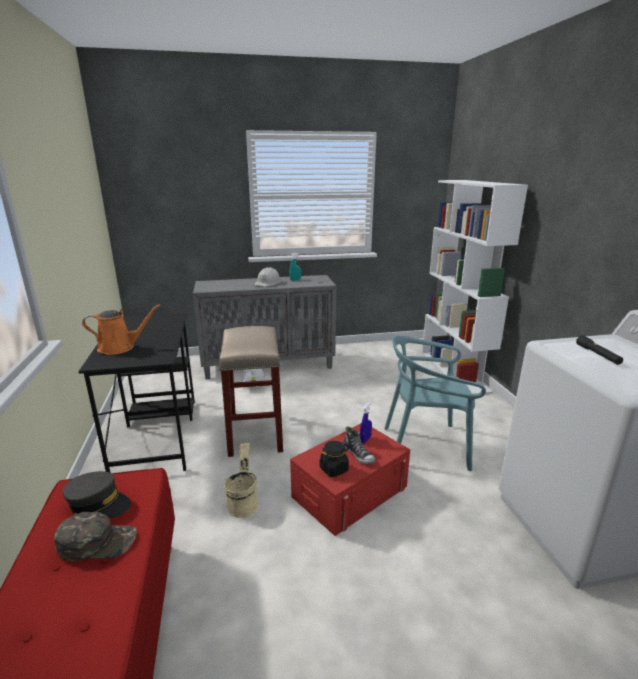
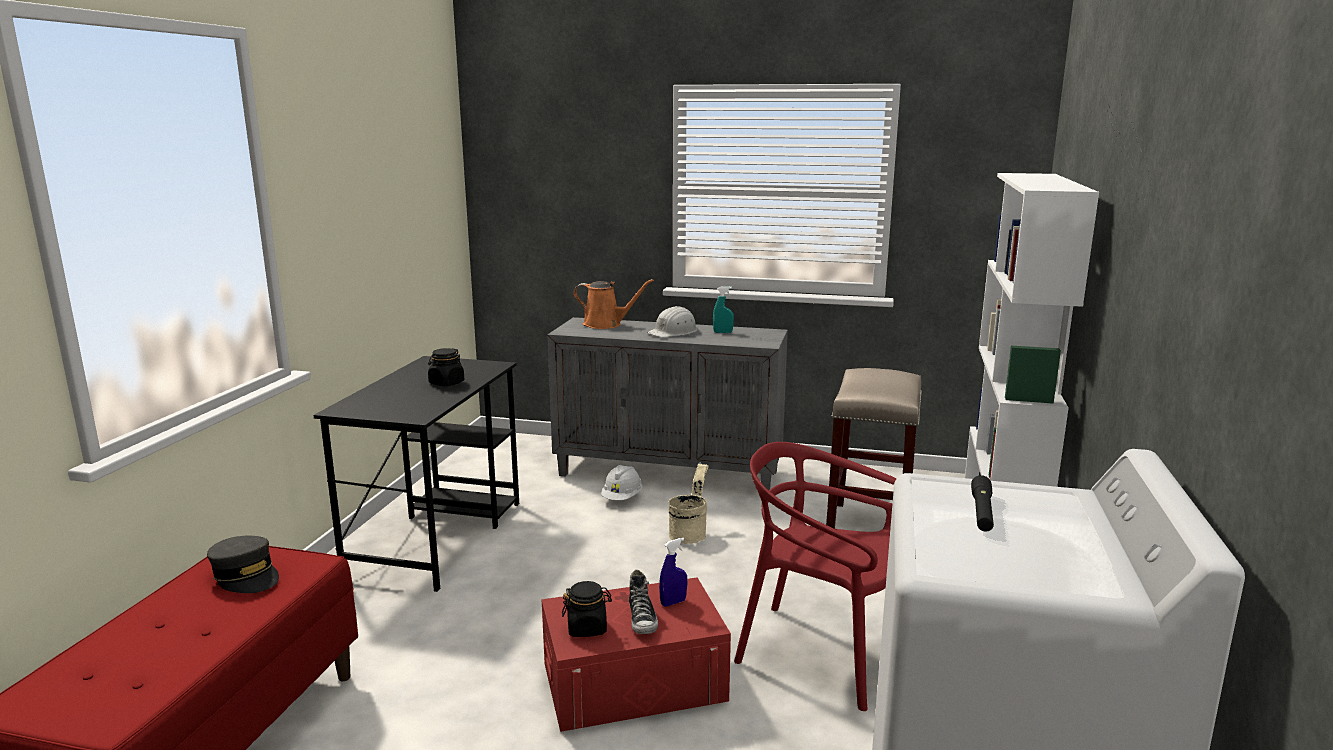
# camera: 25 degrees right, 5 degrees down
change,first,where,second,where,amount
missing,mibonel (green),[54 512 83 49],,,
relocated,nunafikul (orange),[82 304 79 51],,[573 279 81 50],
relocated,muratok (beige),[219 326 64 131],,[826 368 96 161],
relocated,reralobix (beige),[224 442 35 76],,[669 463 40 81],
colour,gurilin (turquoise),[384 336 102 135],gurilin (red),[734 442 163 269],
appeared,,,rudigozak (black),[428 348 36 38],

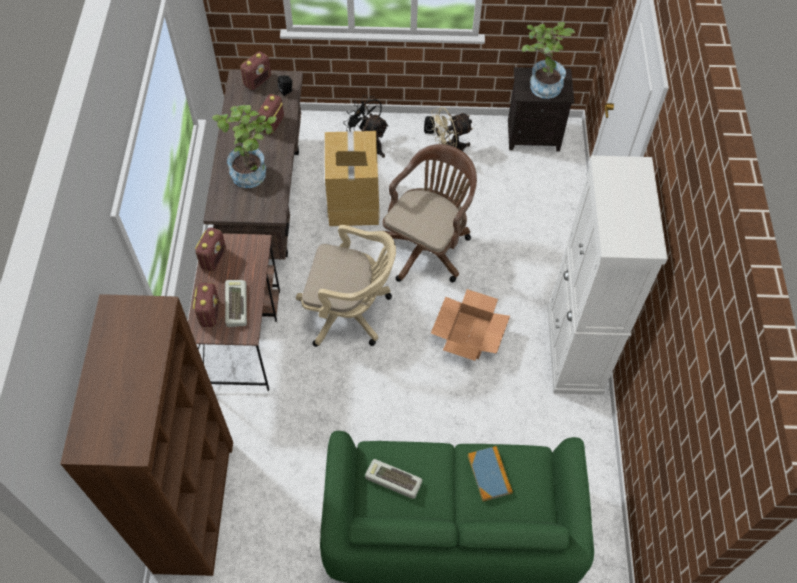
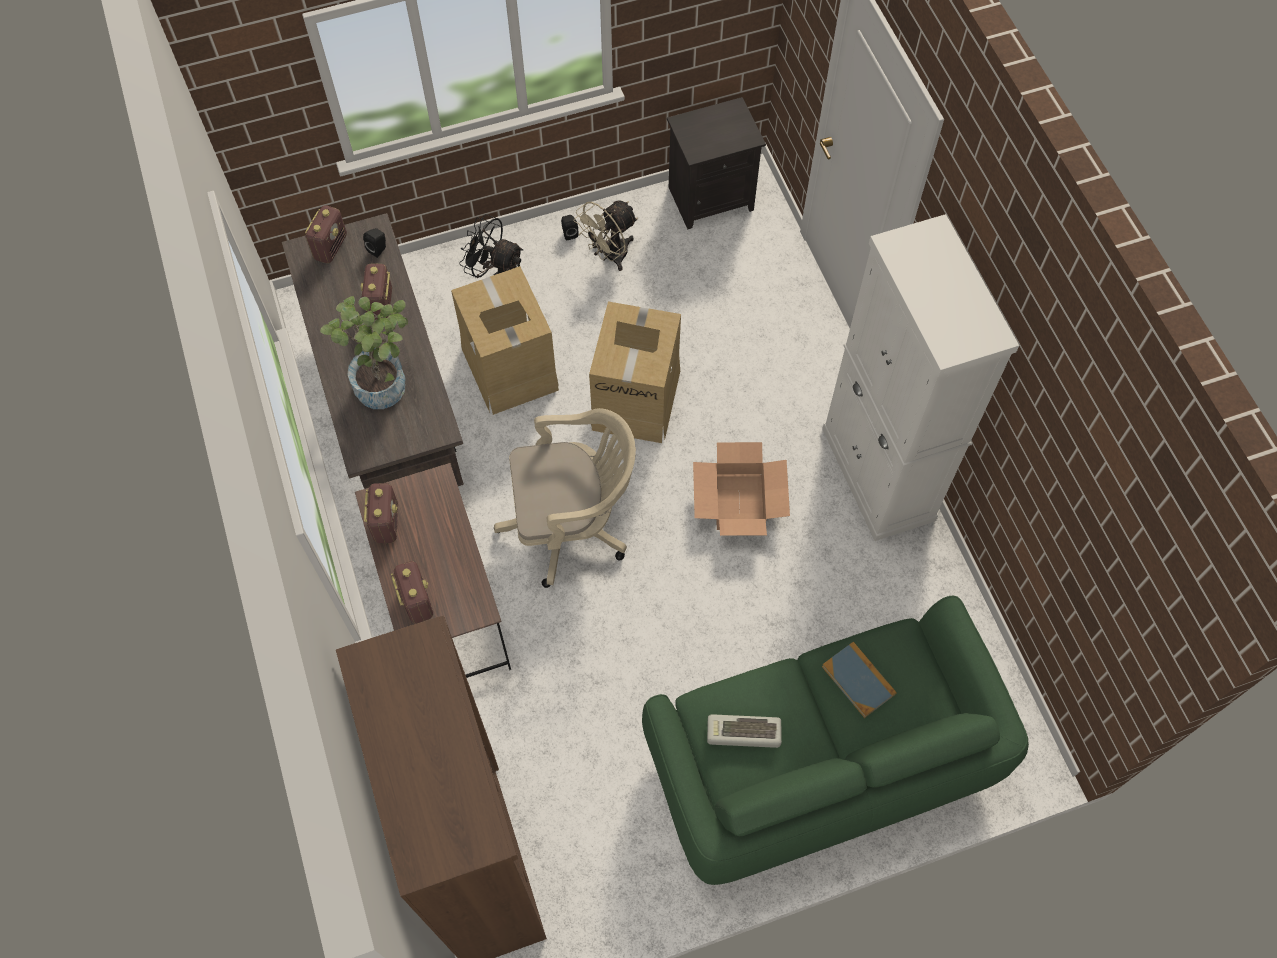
# camera: 20 degrees left, 5 degrees up
change,first,where,second,where,amount
missing,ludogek,[225 280 22 47],,,
exchanged,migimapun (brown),[382 144 95 139],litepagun,[589 301 92 142],
missing,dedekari,[522 22 53 77],,,

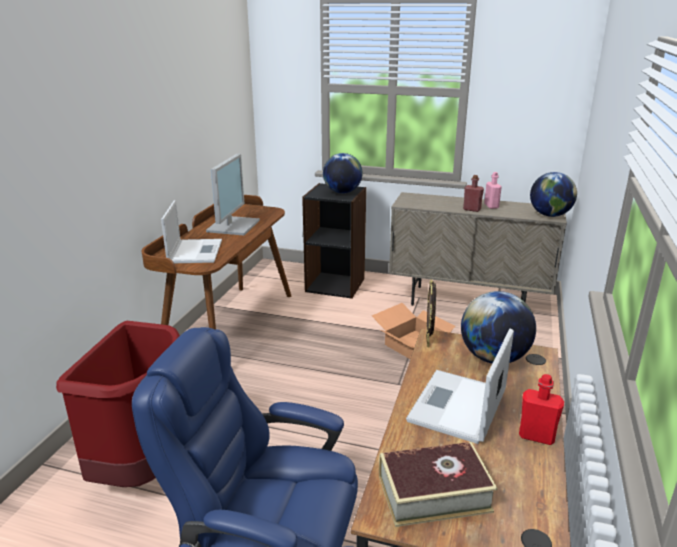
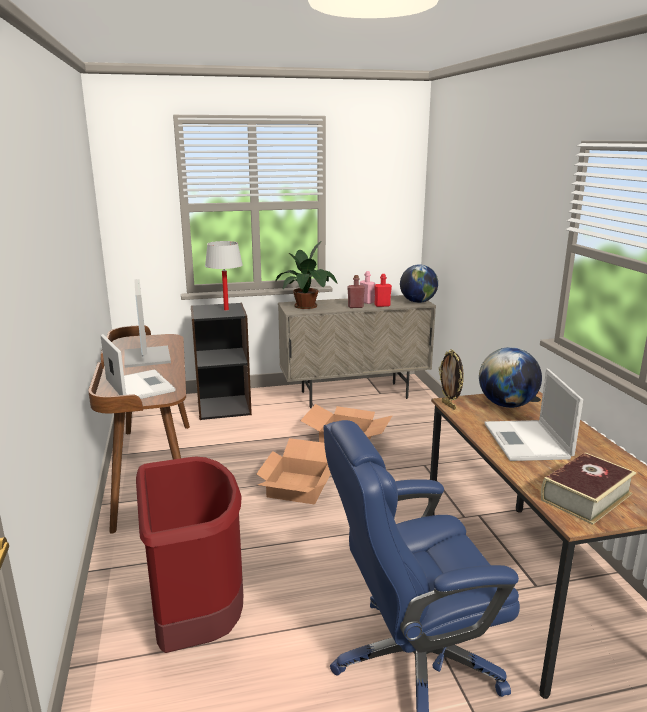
# camera: 30 degrees left, 5 degrees down
change,first,where,second,where,amount
exchanged,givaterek,[323 153 40 40],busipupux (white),[205 241 38 70],
relocated,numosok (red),[519 374 45 71],,[374 274 18 33],
appeared,,,litepagun,[257 438 74 67],
appeared,,,dedekari,[275 241 63 68],

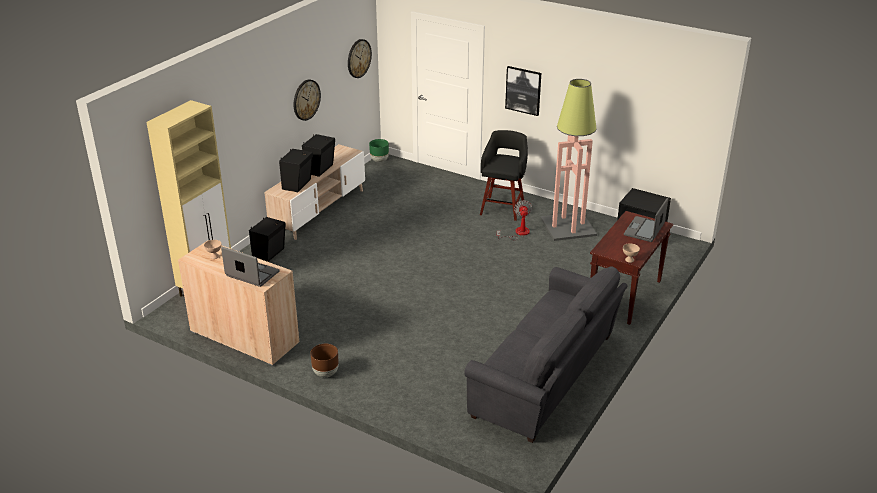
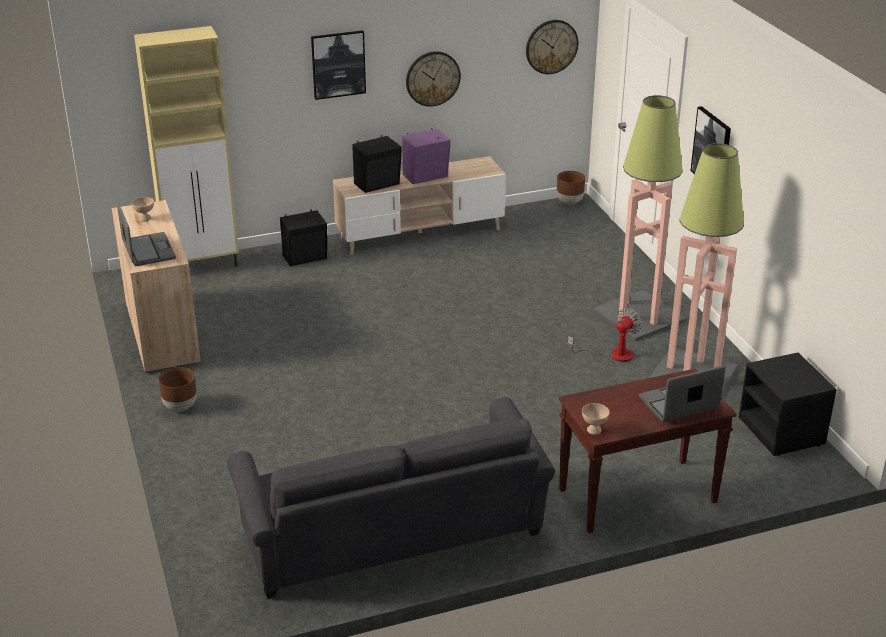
# camera: 40 degrees right, 0 degrees up
change,first,where,second,where,amount
colour,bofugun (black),[302 134 33 43],bofugun (purple),[402 128 49 56],
colour,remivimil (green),[369 139 20 23],remivimil (brown),[557 171 28 33],
exchanged,muratok (black),[480 130 48 91],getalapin,[592 95 94 246],
appeared,,,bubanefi,[311 30 55 70],

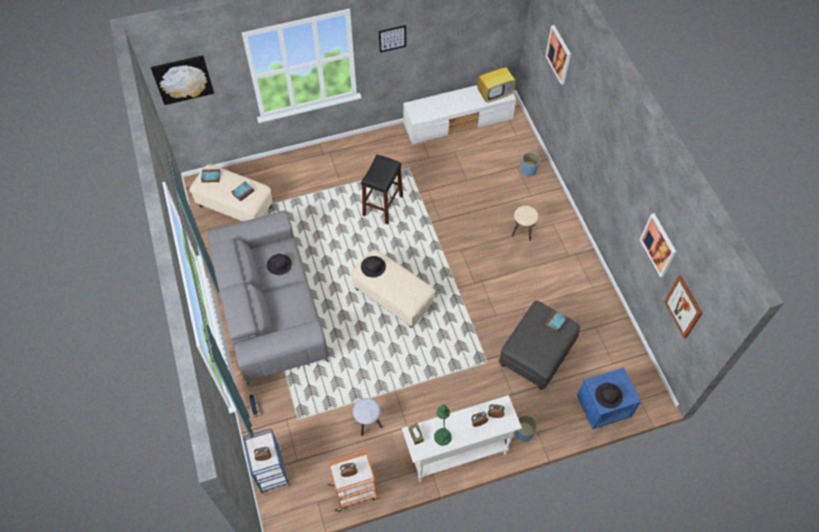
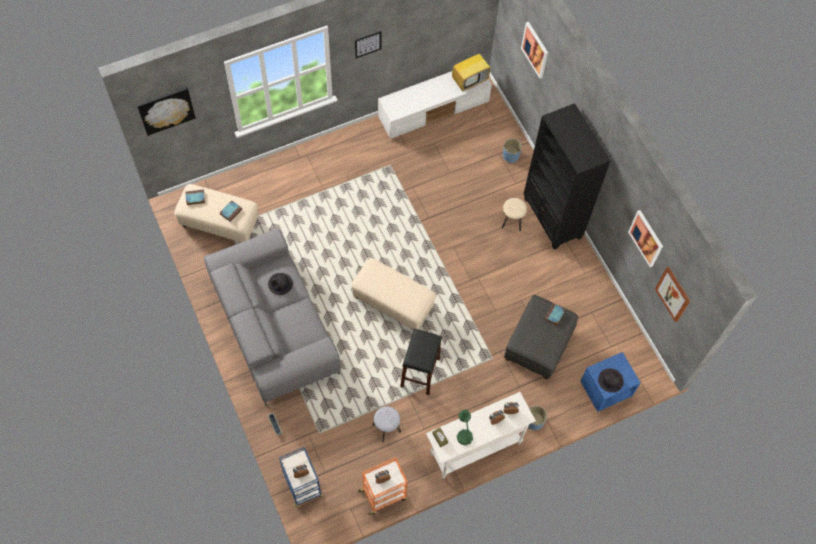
# camera: 10 degrees left, 5 degrees up
change,first,where,second,where,amount
relocated,muratok (black),[361 155 42 69],,[400 329 42 66],
missing,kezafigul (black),[361 256 25 22],,,
appeared,,,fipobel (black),[524 103 87 146],

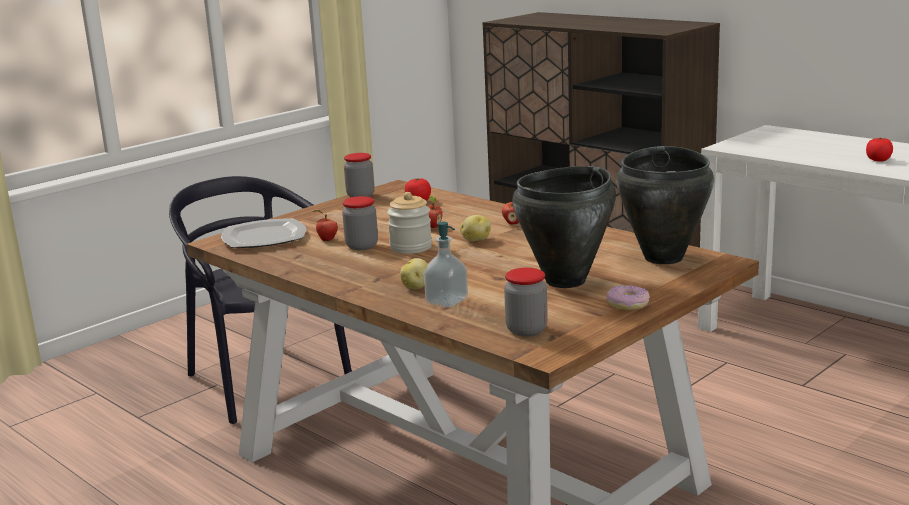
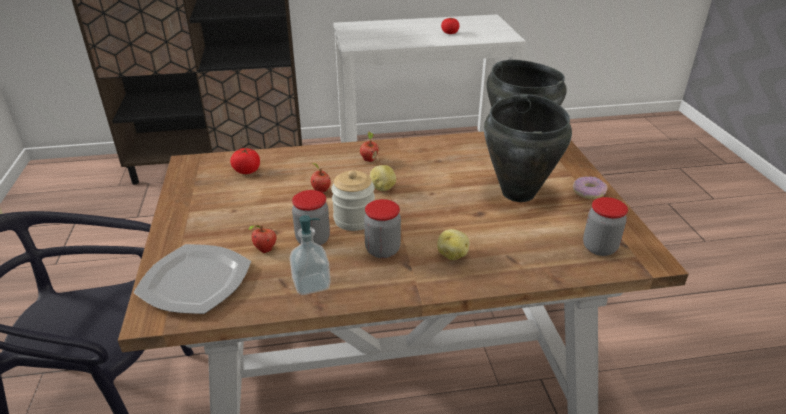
# camera: 55 degrees left, 15 degrees up
change,first,where,second,where,amount
relocated,rudigozak,[344 153 30 44],,[364 199 37 59],
relocated,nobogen,[424 222 44 85],,[290 215 41 80],

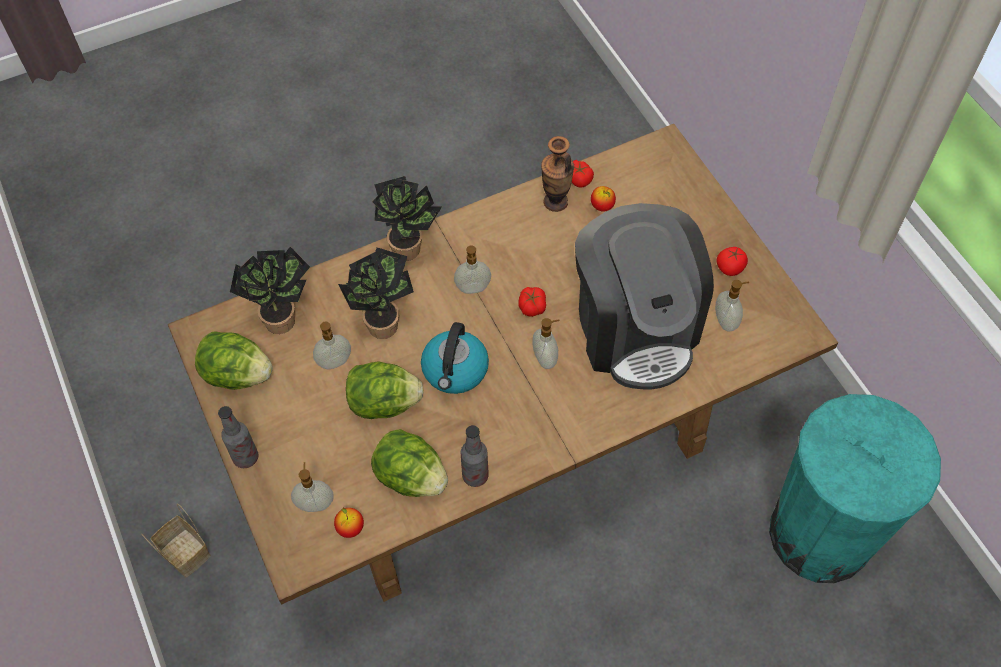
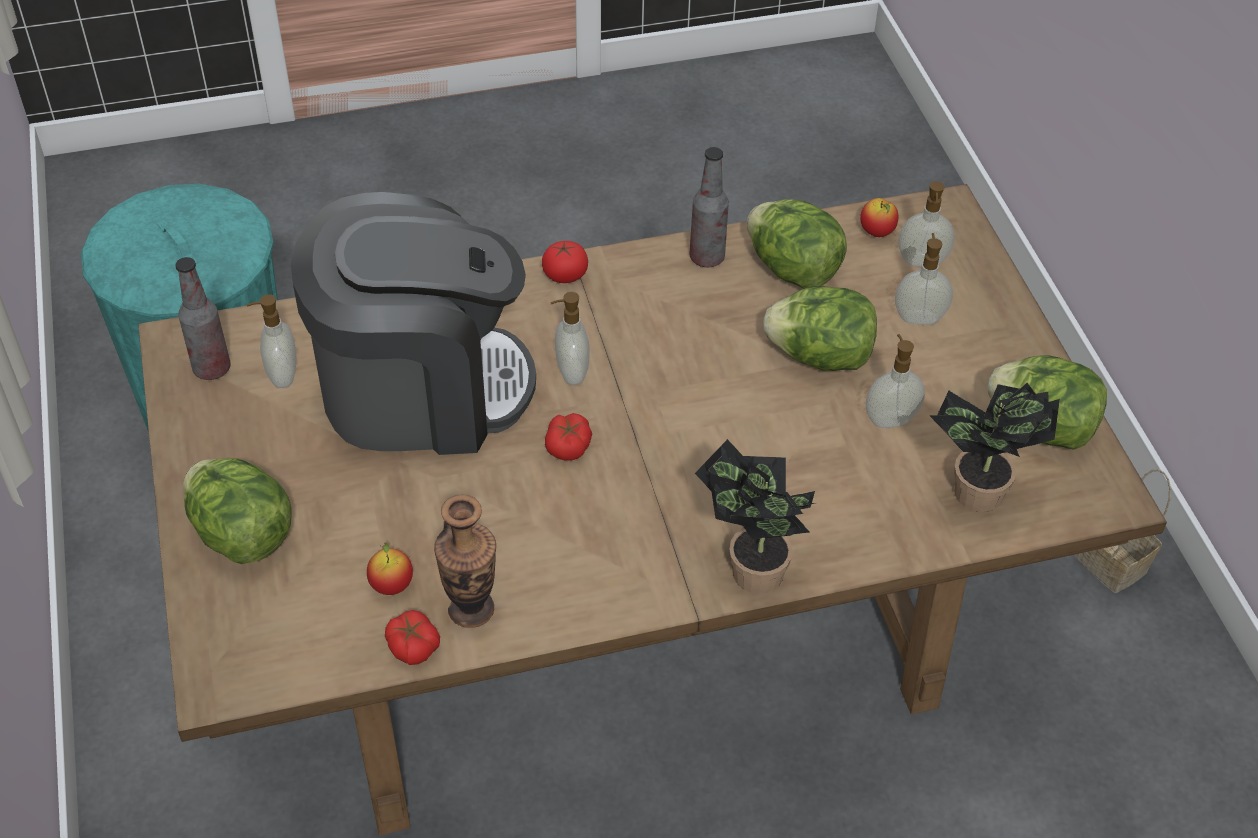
# camera: 170 degrees left, 10 degrees down
change,first,where,second,where,amount
relocated,numosok,[218 406 40 62],,[175 257 56 123],
missing,dedekari,[338 247 76 92],,,
missing,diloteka,[421 322 68 72],,,
relocated,nobogen,[454 245 37 49],,[895 233 58 92],
spun,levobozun,[575 203 139 186],,[291 192 245 263],90 degrees clockwise
relocated,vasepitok,[717 247 31 29],,[542 241 46 42],
appeared,,,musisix,[183 458 109 106],

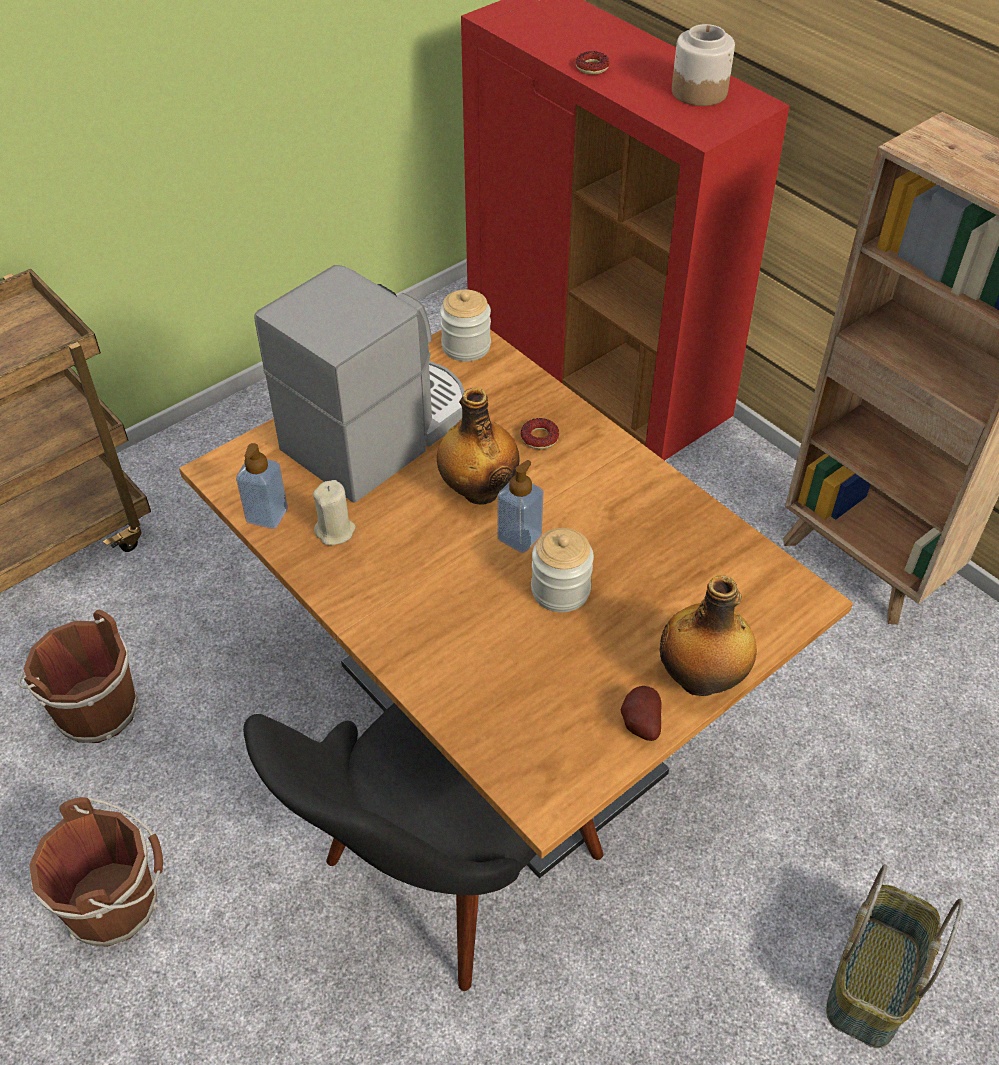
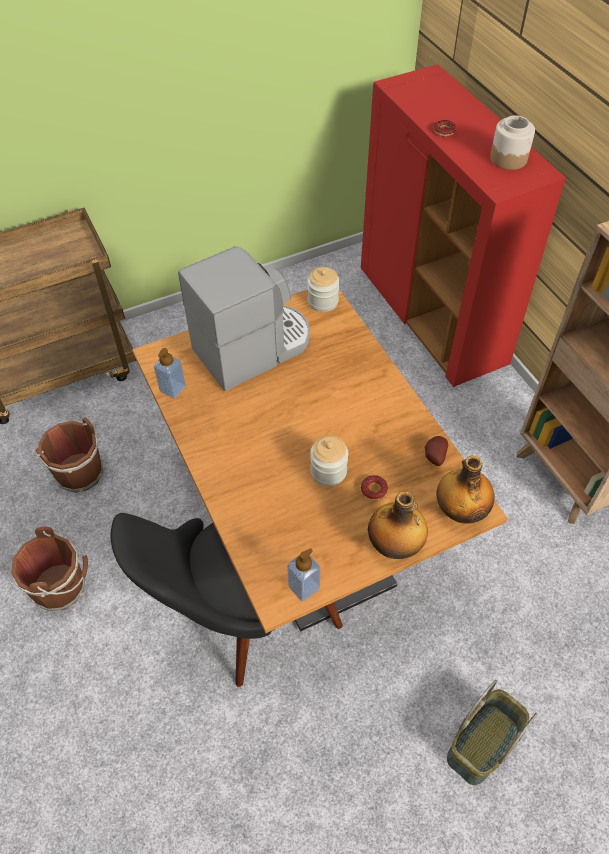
# camera: 15 degrees right, 5 degrees up
change,first,where,second,where,amount
missing,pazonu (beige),[313 480 43 65],,,
relocated,numosok,[437 387 82 118],,[437 456 58 68],
relocated,nobogen,[497 460 47 93],,[287 548 33 53],
relocated,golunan,[521 418 38 31],,[361 475 27 25],
relocated,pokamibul,[621 686 41 55],,[425 436 23 30],

